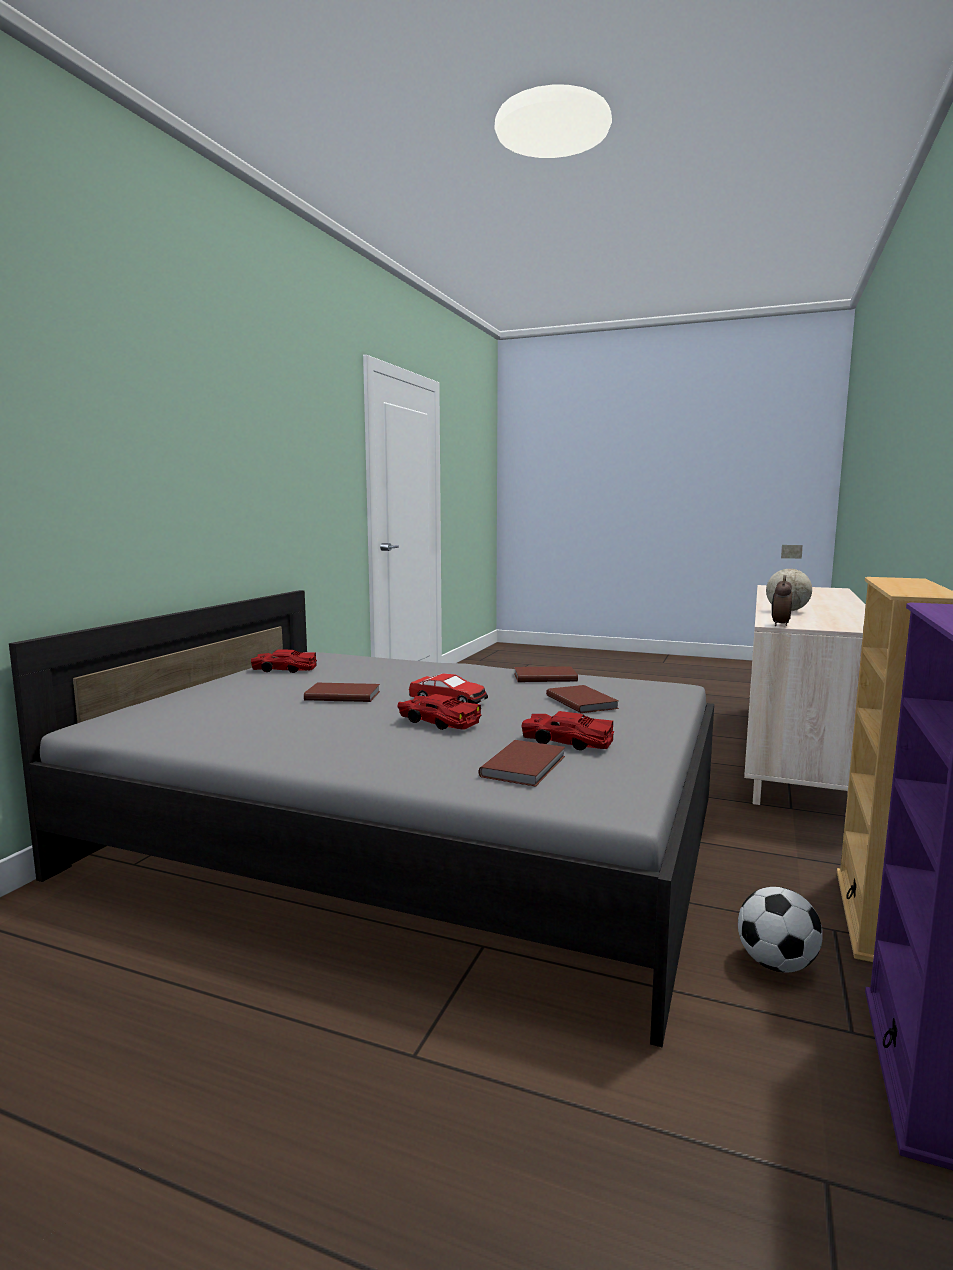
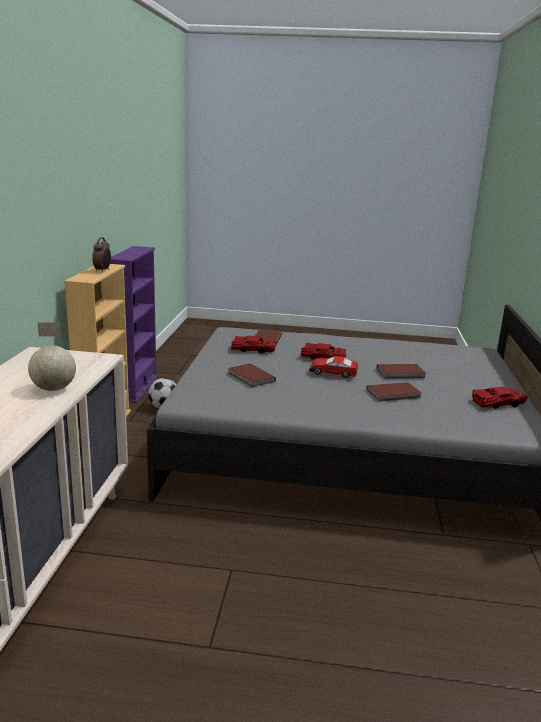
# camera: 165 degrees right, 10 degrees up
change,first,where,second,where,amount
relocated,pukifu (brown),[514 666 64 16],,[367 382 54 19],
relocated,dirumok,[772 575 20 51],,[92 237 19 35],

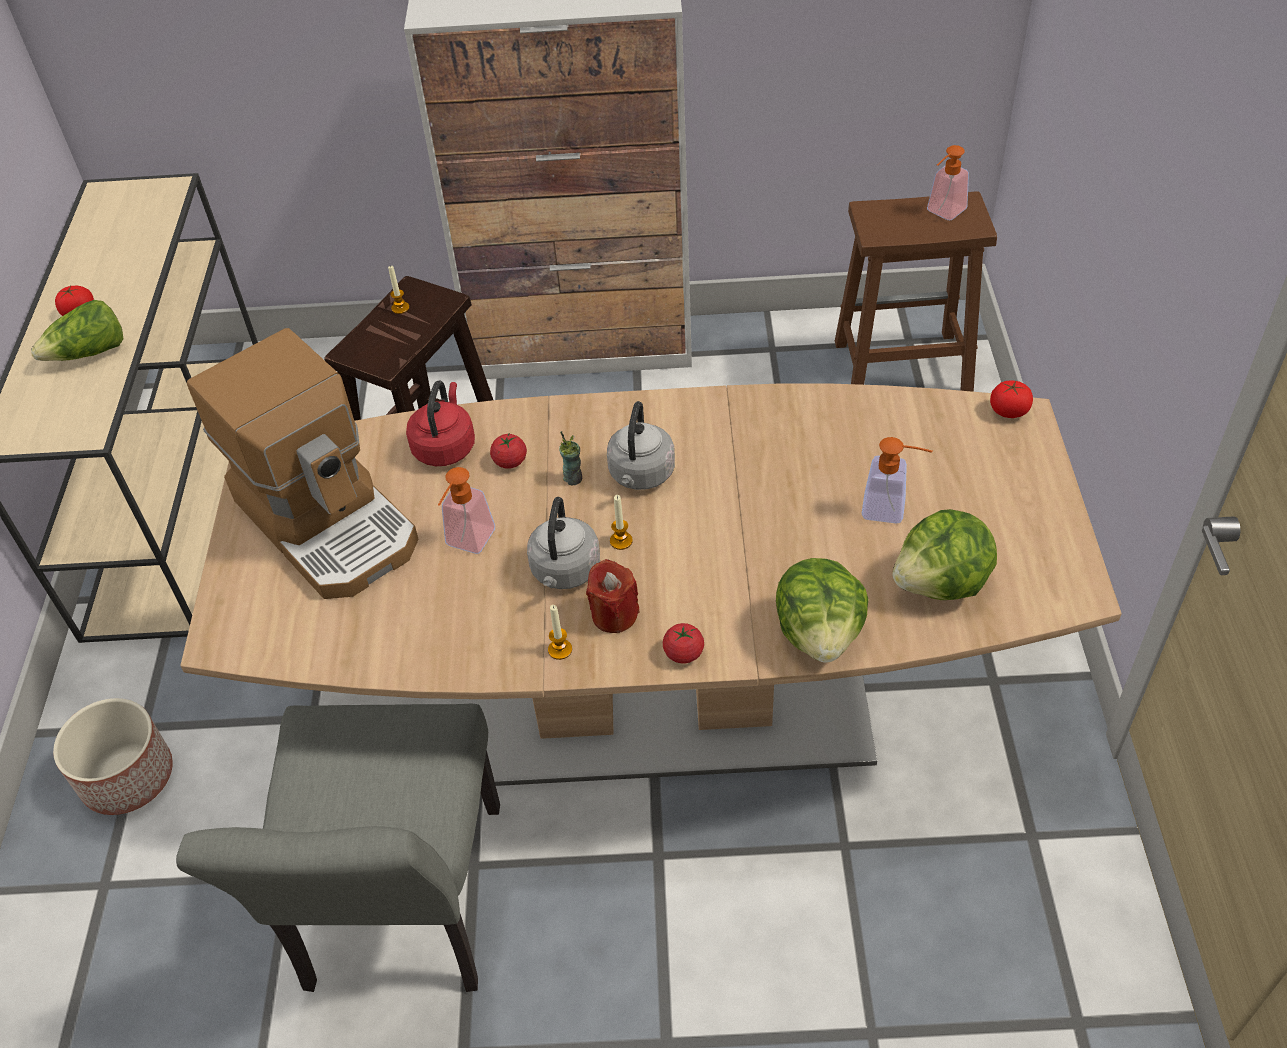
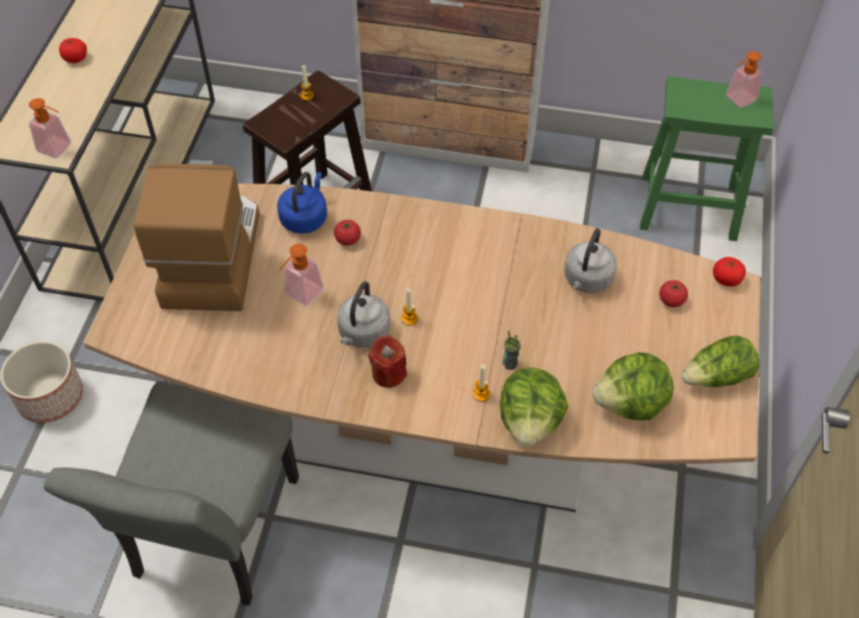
# camera: 10 degrees right, 5 degrees up
change,first,where,second,where,amount
relocated,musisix,[31 300 92 61],,[681 335 79 52],
spun,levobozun,[187 328 231 271],,[133 159 126 152],150 degrees counterclockwise
colour,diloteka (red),[406 380 69 86],diloteka (blue),[277 172 50 62],
relocated,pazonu,[548 605 24 55],,[472 364 18 38],
relocated,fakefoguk,[559 431 23 54],,[502 331 19 39],
relocated,diloteka (grey),[607 401 68 89],,[564 228 53 65],
relocated,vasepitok,[663 623 41 40],,[659 280 29 27],
colour,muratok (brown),[835 191 162 201],muratok (green),[640 76 134 165],
relocated,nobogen,[862 437 71 86],,[29 98 42 60],

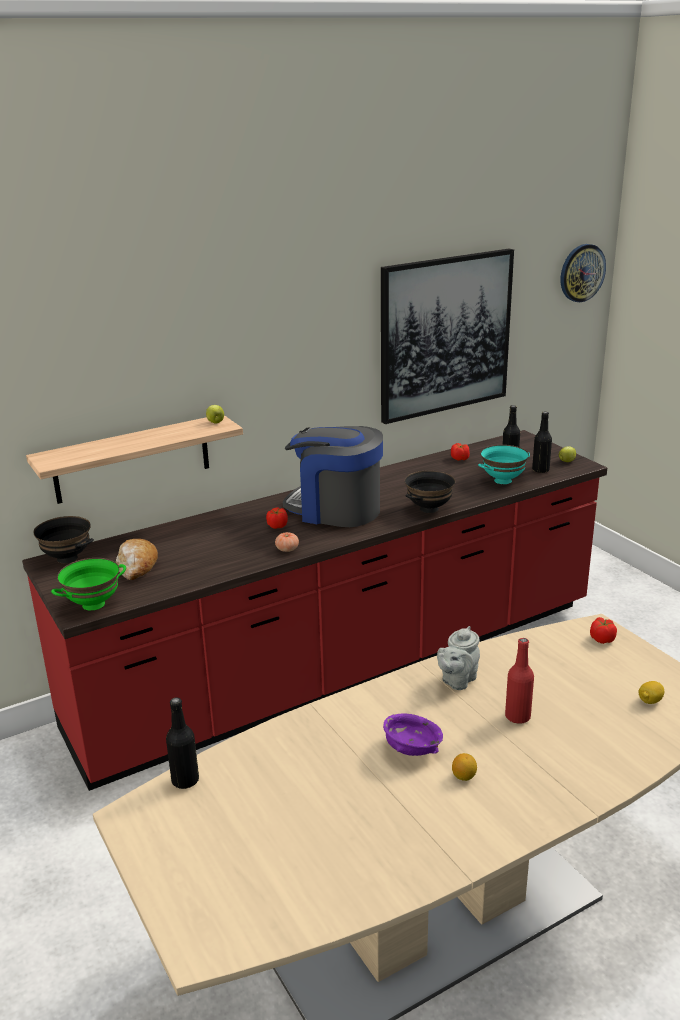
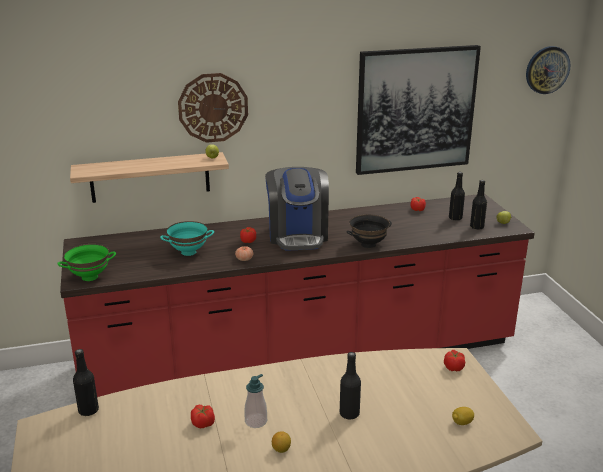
# camera: 15 degrees right, 0 degrees up
change,first,where,second,where,amount
missing,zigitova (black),[34 516 60 48],,,
missing,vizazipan,[116 539 42 41],,,
spun,levobozun,[283 426 100 101],,[265 167 64 83],135 degrees counterclockwise
exchanged,zigitova (purple),[383 714 60 42],nobogen,[244 374 23 54],
missing,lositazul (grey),[437 626 43 64],,,
relocated,zigitova (turquoise),[478 445 52 39],,[160 221 54 35],
colour,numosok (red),[505 638 29 86],numosok (black),[340 352 21 67],
appeared,,,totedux,[178 73 70 70],
appeared,,,vasepitok,[191 405 24 23],

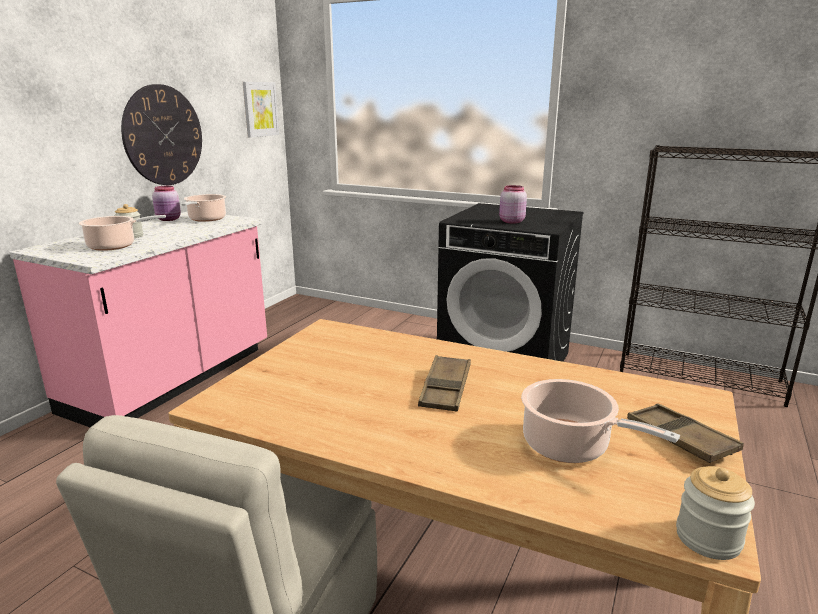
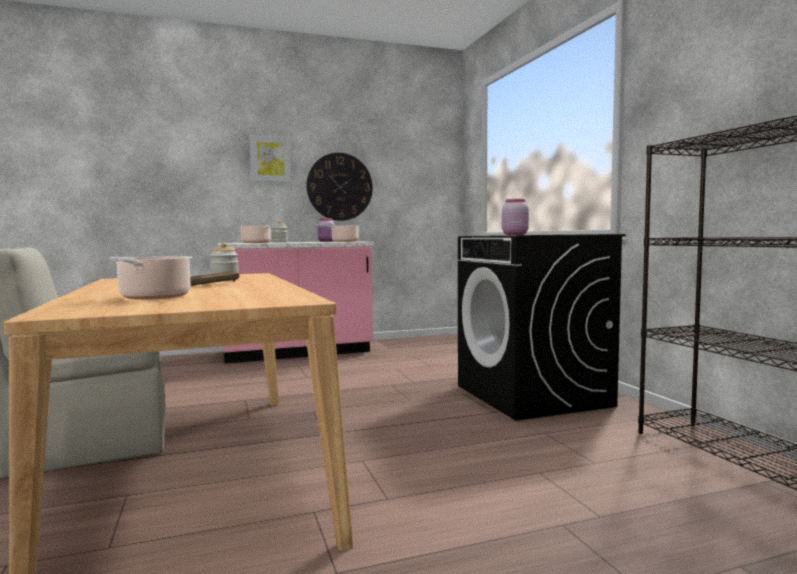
# camera: 45 degrees right, 15 degrees down
change,first,where,second,where,amount
relocated,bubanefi,[243 82 36 56],,[250 135 41 47],
missing,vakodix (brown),[627 403 117 60],,,
relocated,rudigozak,[676 466 79 94],,[209 243 30 38],

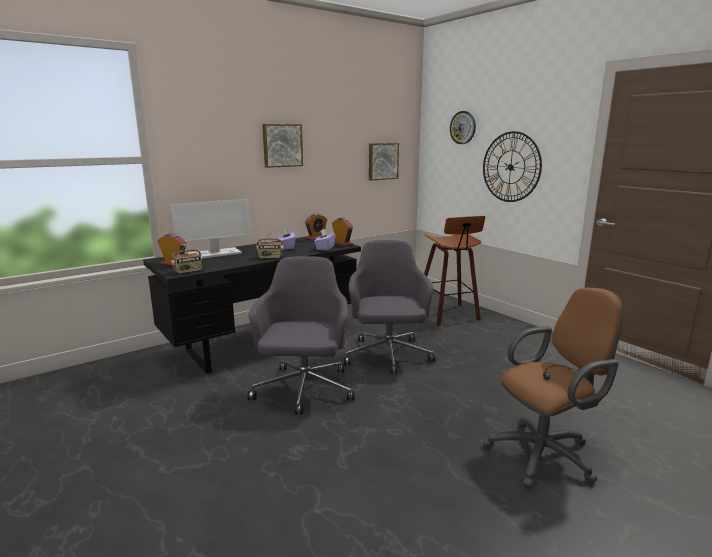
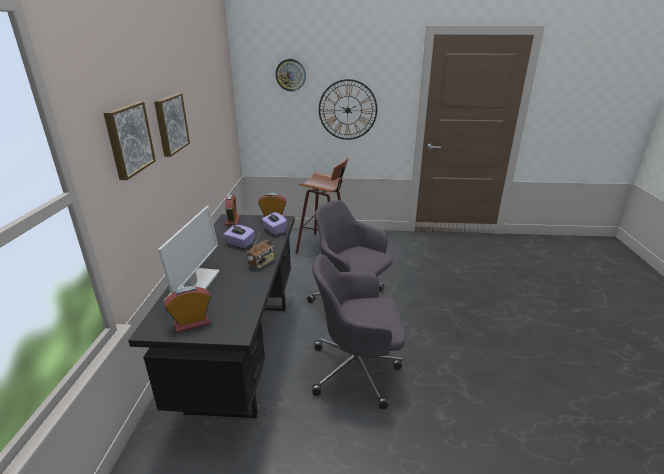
# camera: 50 degrees left, 10 degrees up
change,first,where,second,where,amount
missing,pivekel,[171 242 31 32],,,
spun,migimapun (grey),[247 256 107 158],,[312 254 93 155],45 degrees counterclockwise
relocated,bubanefi,[369 143 30 38],,[104 101 52 79],
missing,migimapun (brown),[483 288 140 201],,,

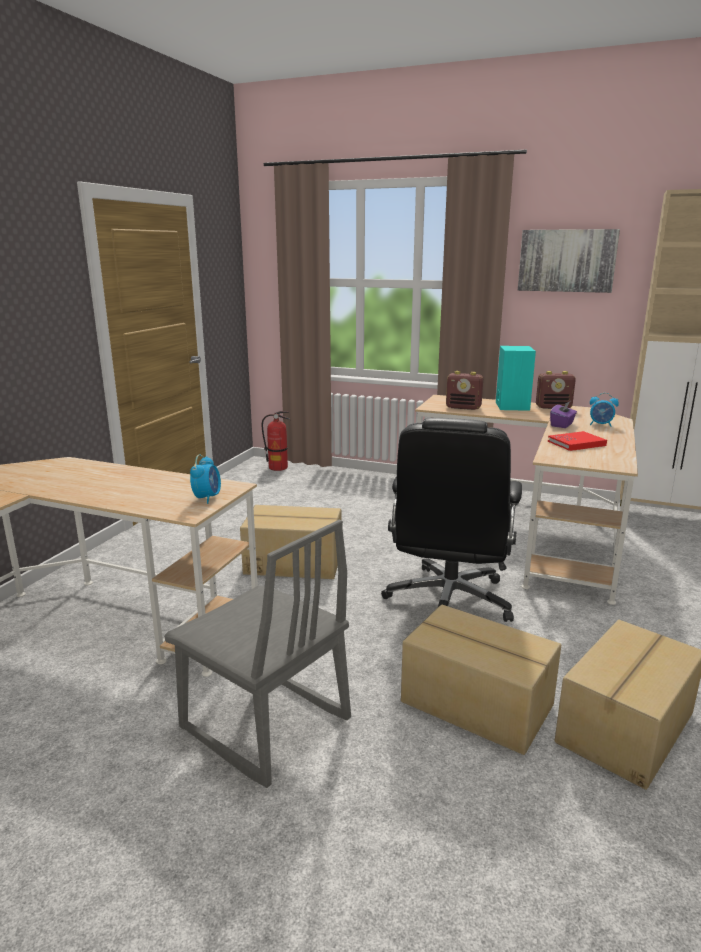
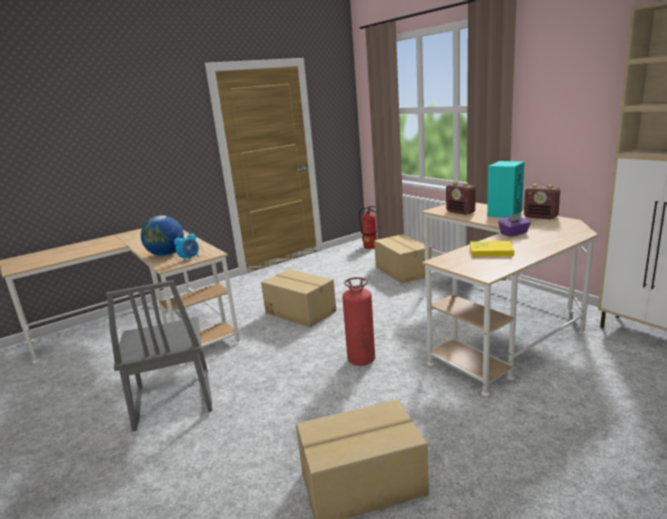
# camera: 35 degrees right, 0 degrees up
change,first,where,second,where,amount
exchanged,migimapun (black),[381 418 141 204],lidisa,[342 277 33 89],
relocated,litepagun,[401 604 160 151],,[374 234 58 50],
missing,bubanefi,[518 229 102 64],,,
colour,pukifu (red),[548 431 59 20],pukifu (yellow),[470 241 44 15],
missing,dirumok,[590 393 29 34],,,
appeared,,,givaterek,[141 216 43 40],

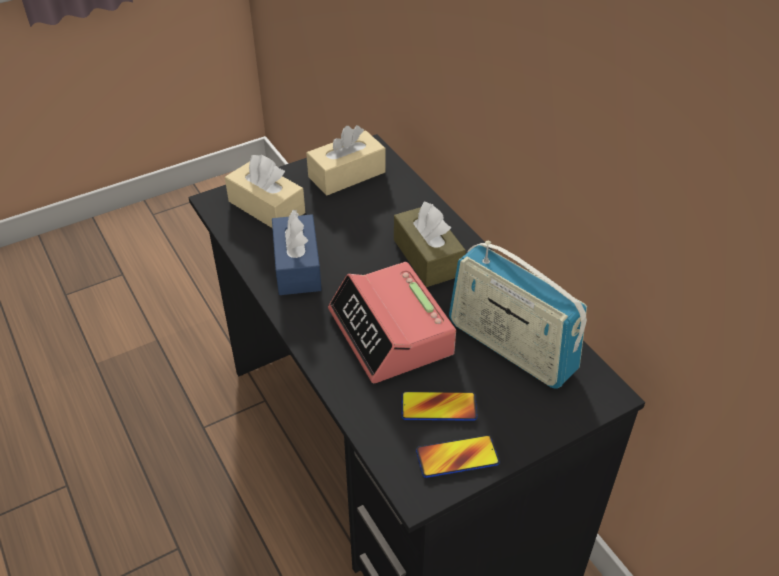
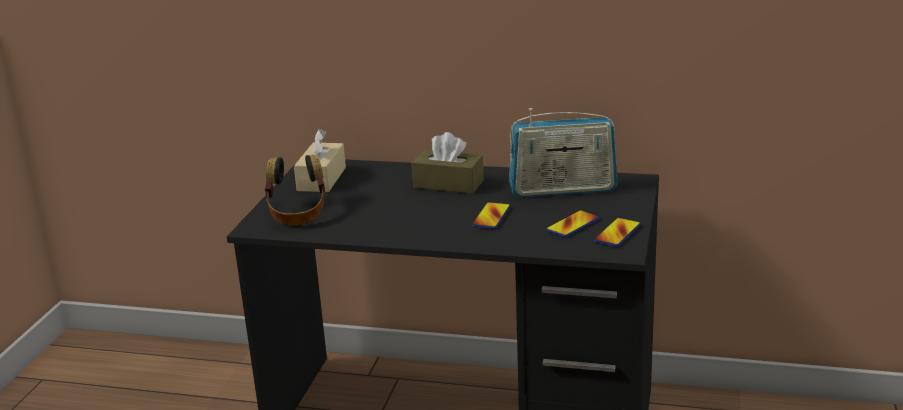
# camera: 45 degrees left, 20 degrees down
change,first,where,second,where,amount
exchanged,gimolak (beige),[225 155 80 73],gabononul,[265 154 61 72],
missing,gimolak (blue),[272 210 50 85],,,
exchanged,dirumok,[328 262 128 121],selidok,[471 202 40 27],

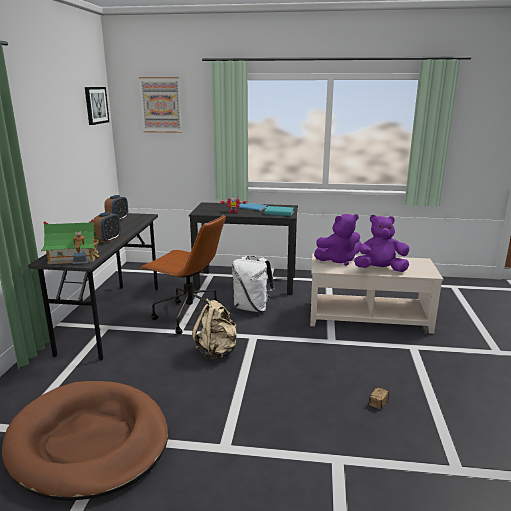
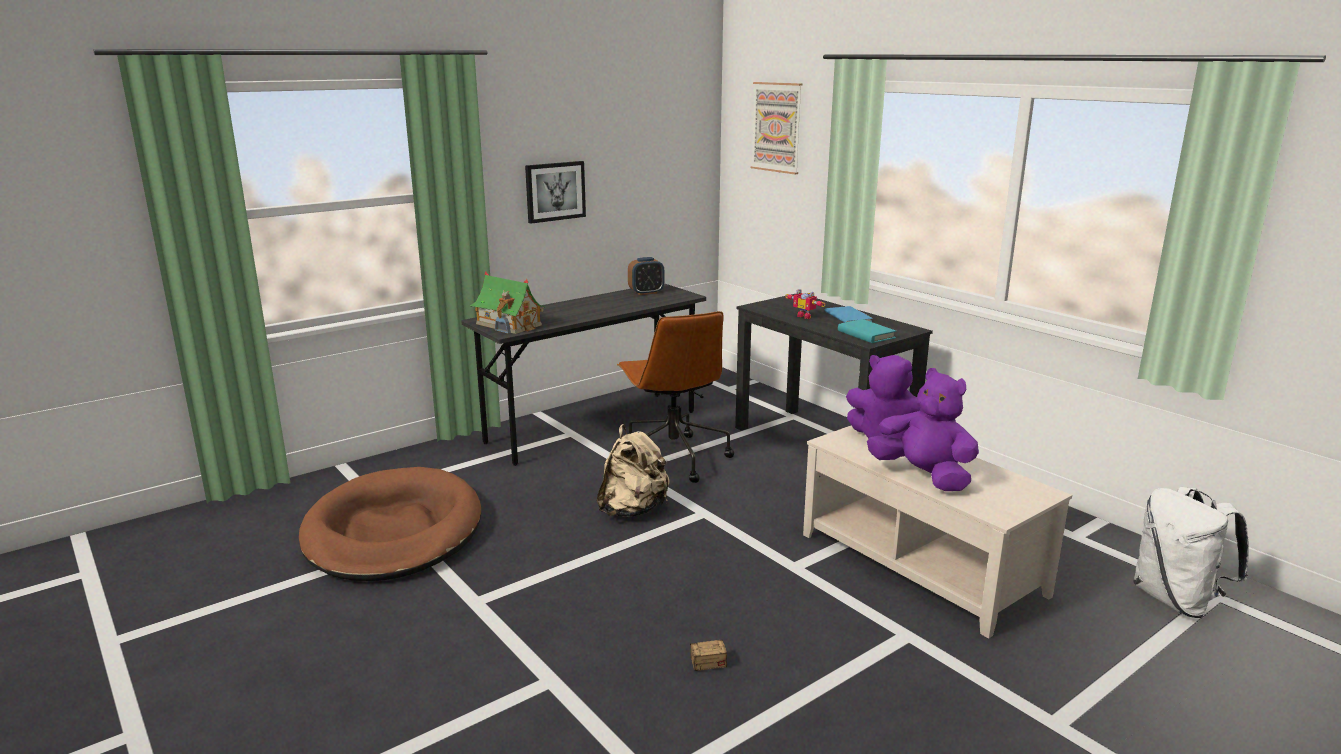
# camera: 45 degrees right, 0 degrees up
change,first,where,second,where,amount
relocated,bubanefi,[85 87 24 38],,[525 161 61 63],
missing,dirumok,[93 212 28 31],,,
relocated,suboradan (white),[232 256 43 56],,[1133 487 116 131],

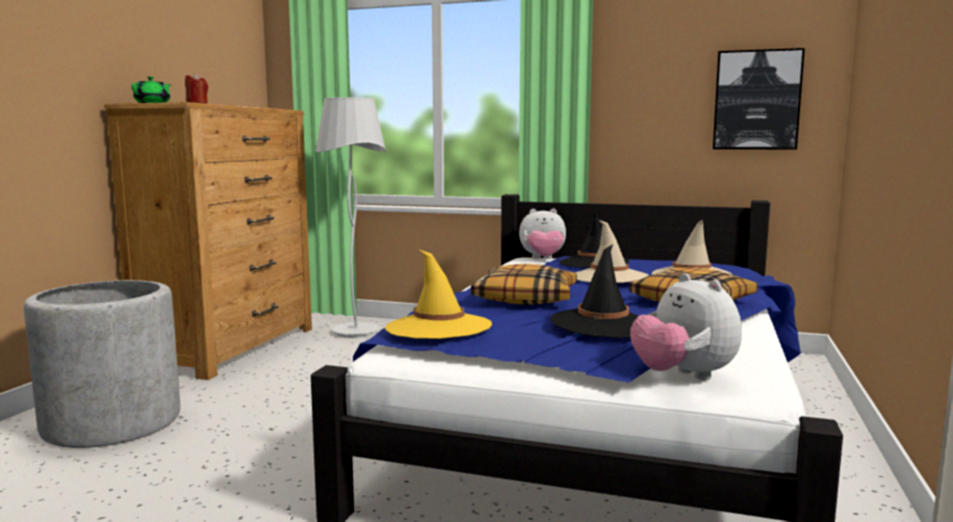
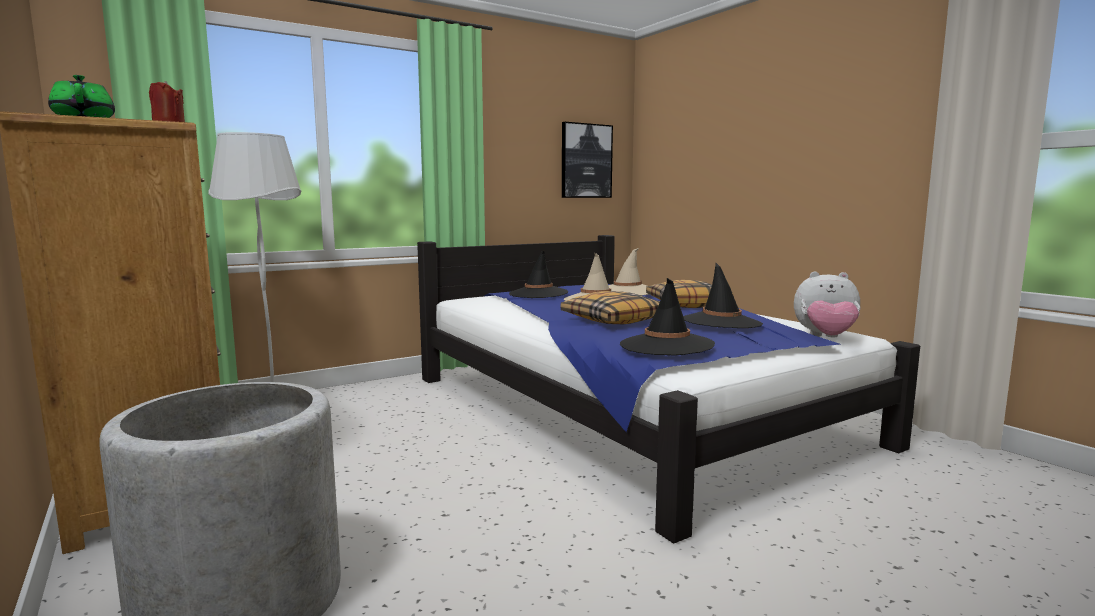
# camera: 50 degrees left, 0 degrees up
change,first,where,second,where,amount
colour,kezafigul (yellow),[385 249 107 90],kezafigul (black),[620 278 95 77],
missing,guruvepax,[519 209 47 50],,,

